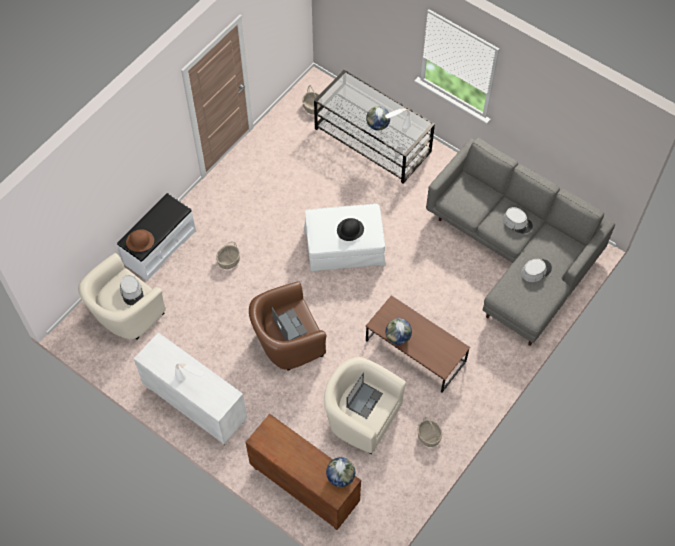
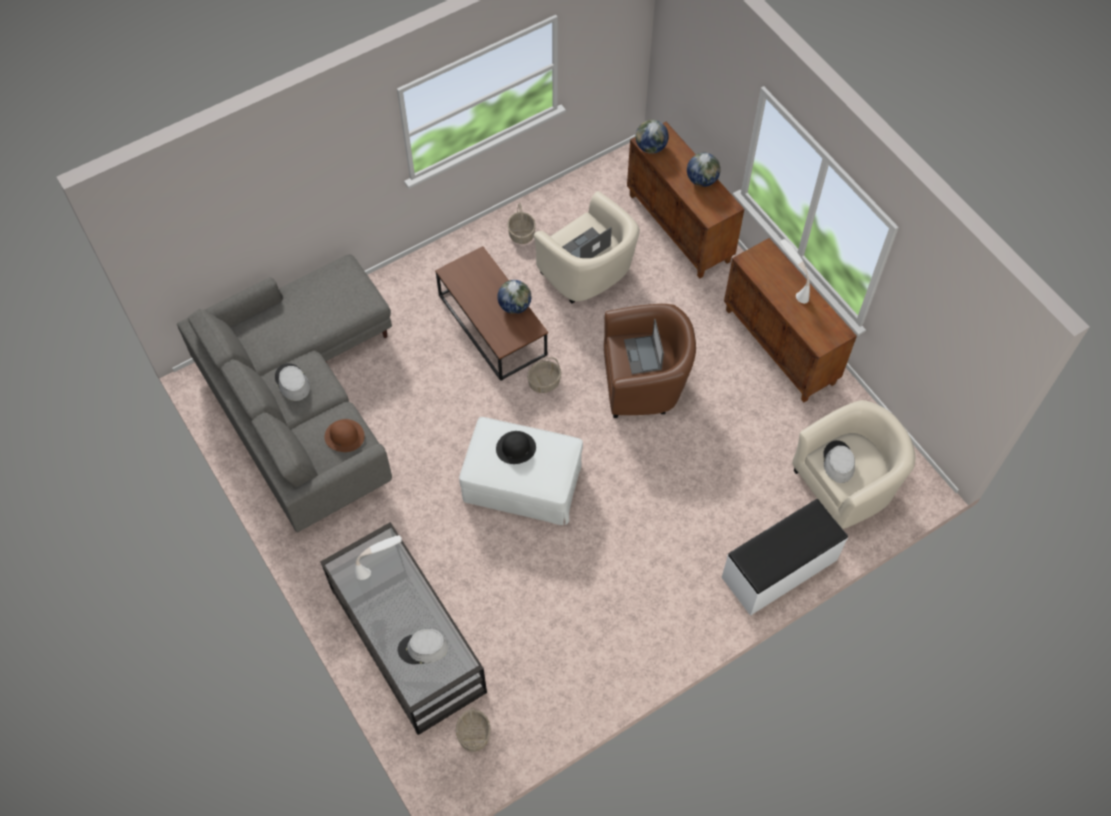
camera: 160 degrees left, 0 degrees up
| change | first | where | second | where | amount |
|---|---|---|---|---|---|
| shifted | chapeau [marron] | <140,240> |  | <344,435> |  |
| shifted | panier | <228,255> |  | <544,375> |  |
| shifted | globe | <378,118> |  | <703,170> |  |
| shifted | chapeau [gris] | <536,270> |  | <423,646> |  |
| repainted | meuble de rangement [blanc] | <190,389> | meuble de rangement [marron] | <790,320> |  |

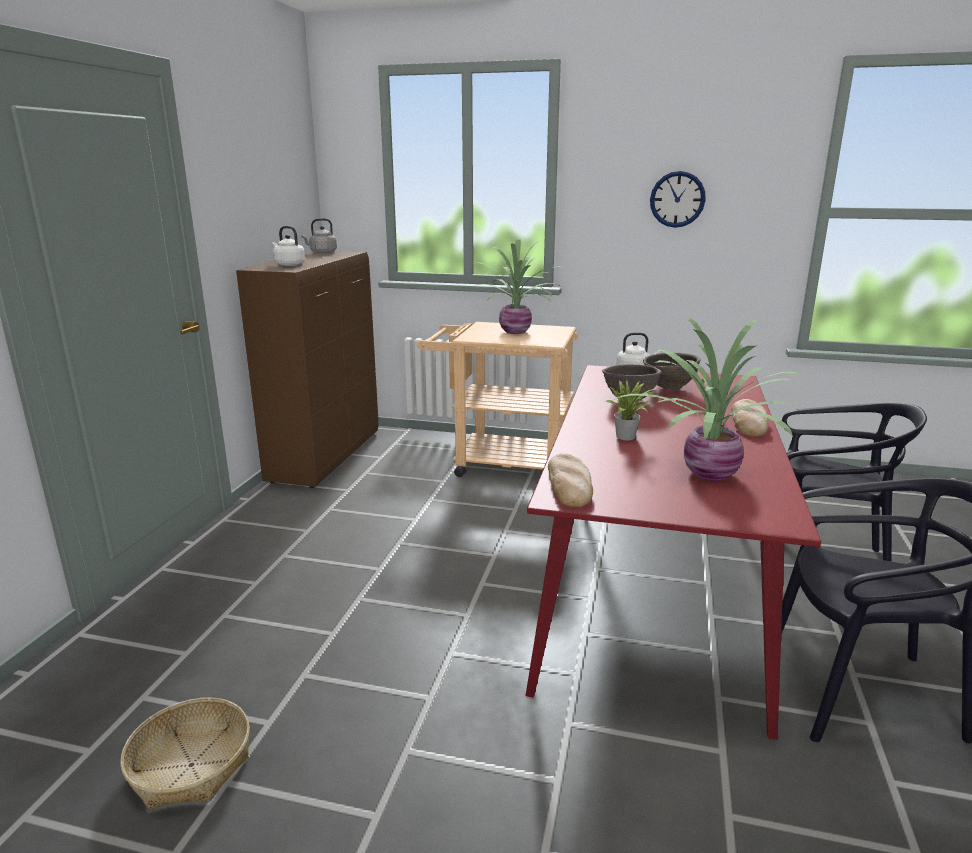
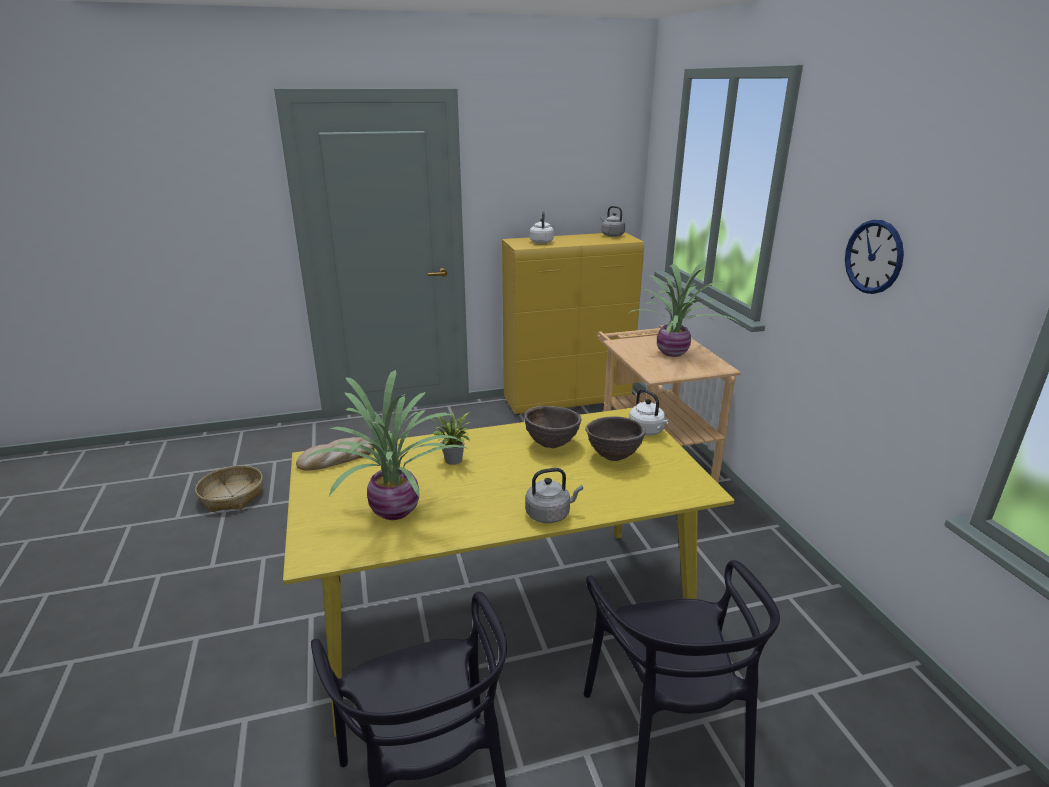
camera: 60 degrees right, 5 degrees up
| change | first | where | second | where | amount |
|---|---|---|---|---|---|
| swapped | pain | <750,418> | bouilloire [gris] | <554,495> |  |
| repainted | meuble de rangement [marron] | <307,369> | meuble de rangement [jaune] | <573,323> |  |
| repainted | table à manger [rouge] | <673,552> | table à manger [jaune] | <509,572> |  |

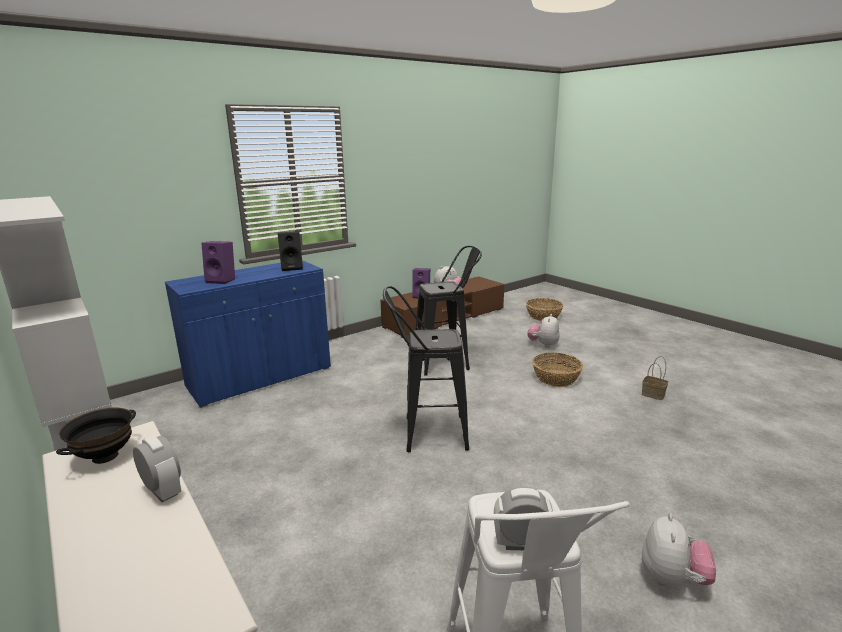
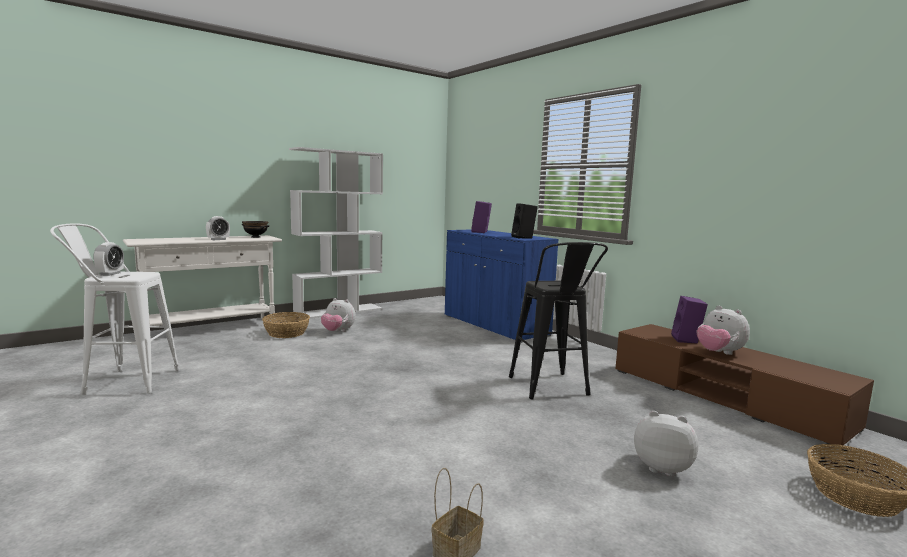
camera: 90 degrees right, 10 degrees down
| change | first | where | second | where | amount |
|---|---|---|---|---|---|
| gone | tabouret [noir] | <426,369> |  |  |  |
| shifted | panier | <557,370> |  | <286,325> |  |
| shifted | peluche | <679,550> |  | <338,315> |  |

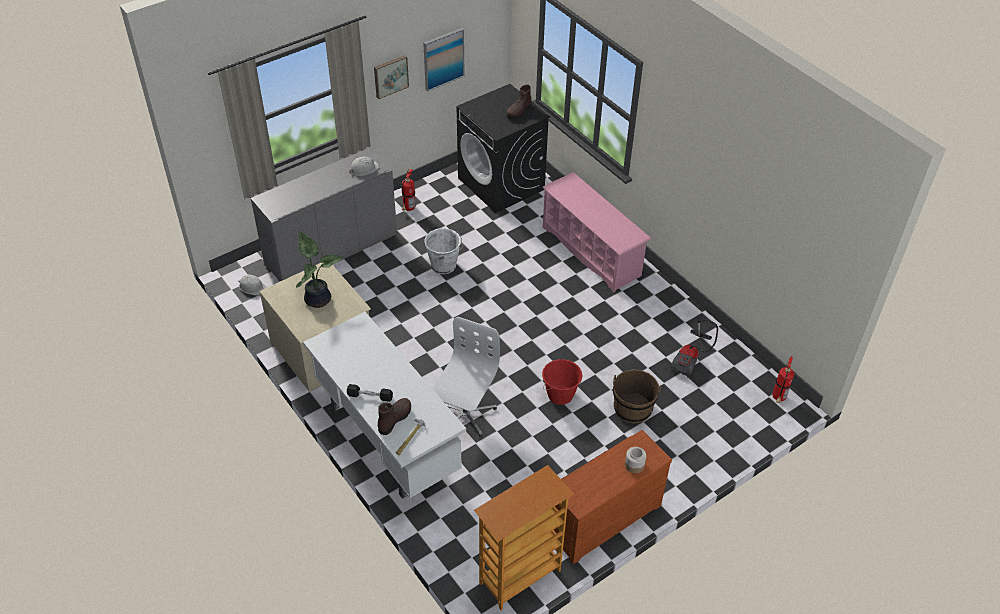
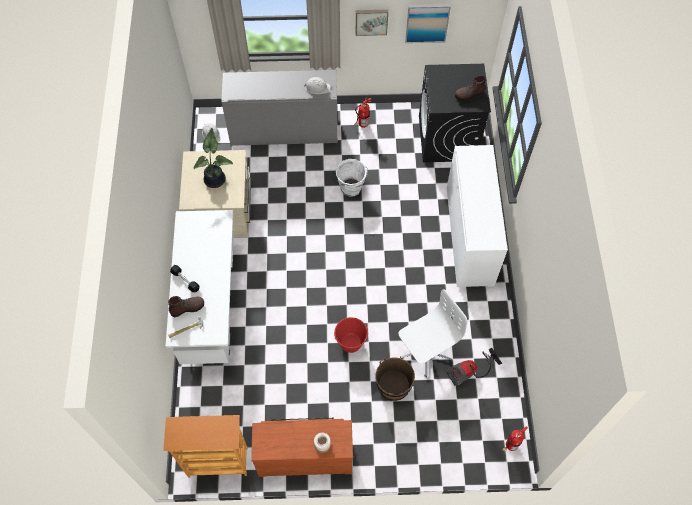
camera: 35 degrees right, 15 degrees up
| change | first | where | second | where | amount |
|---|---|---|---|---|---|
| shifted | chaise de bureau [blanc] | <466,377> |  | <433,333> |  |
| swapped | étagère à chaussures [rose] | <597,232> | meuble de rangement [blanc] | <477,216> |  |

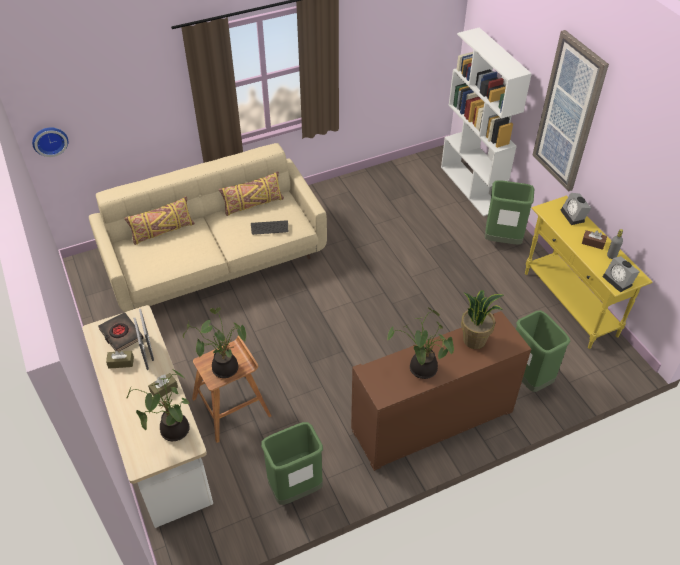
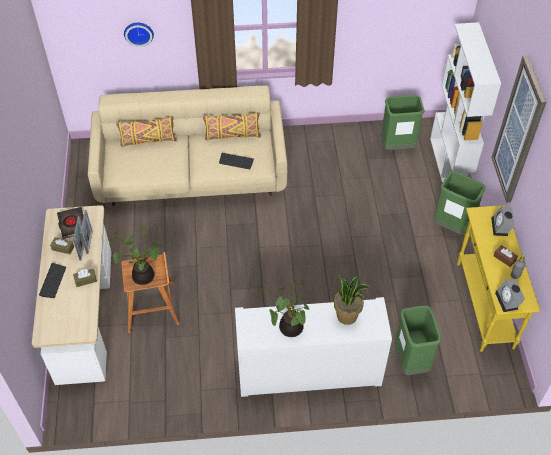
camera: 20 degrees right, 5 degrees up
| change | first | where | second | where | amount |
|---|---|---|---|---|---|
| gone | plante en pot | <158,405> |  |  |  |
| new |  |  | clavier | <52,280> |  |
| shifted | horloge murale | <50,142> |  | <139,35> |  |
| shifted | poubelle [vert] | <292,463> |  | <403,122> |  |
| repainted | meuble de rangement [marron] | <441,391> | meuble de rangement [blanc] | <313,347> |  |

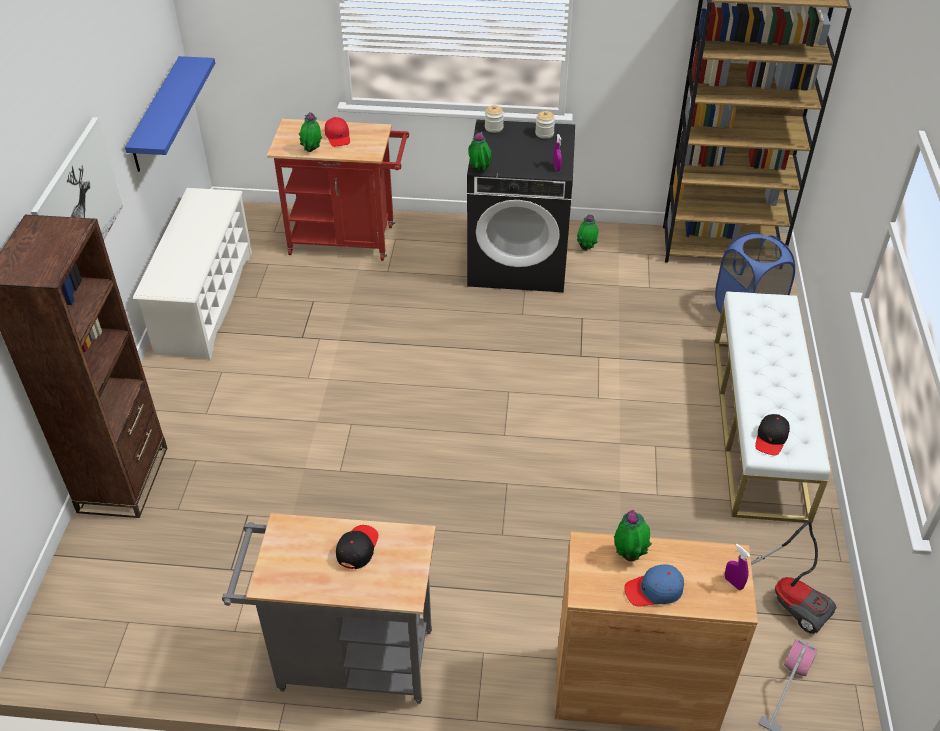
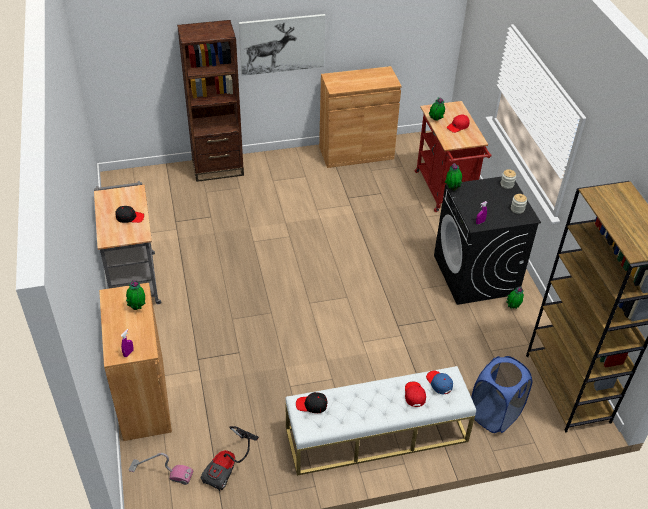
camera: 70 degrees right, 0 degrees up
| change | first | where | second | where | amount |
|---|---|---|---|---|---|
| gone | étagère [bleu] | <170,114> |  |  |  |
| new |  |  | casquette [rouge] | <415,394> |  |
| shifted | casquette [bleu] | <654,586> |  | <439,383> |  |
| swapped | étagère à chaussures [blanc] | <192,274> | meuble de rangement [marron] | <360,117> |  |

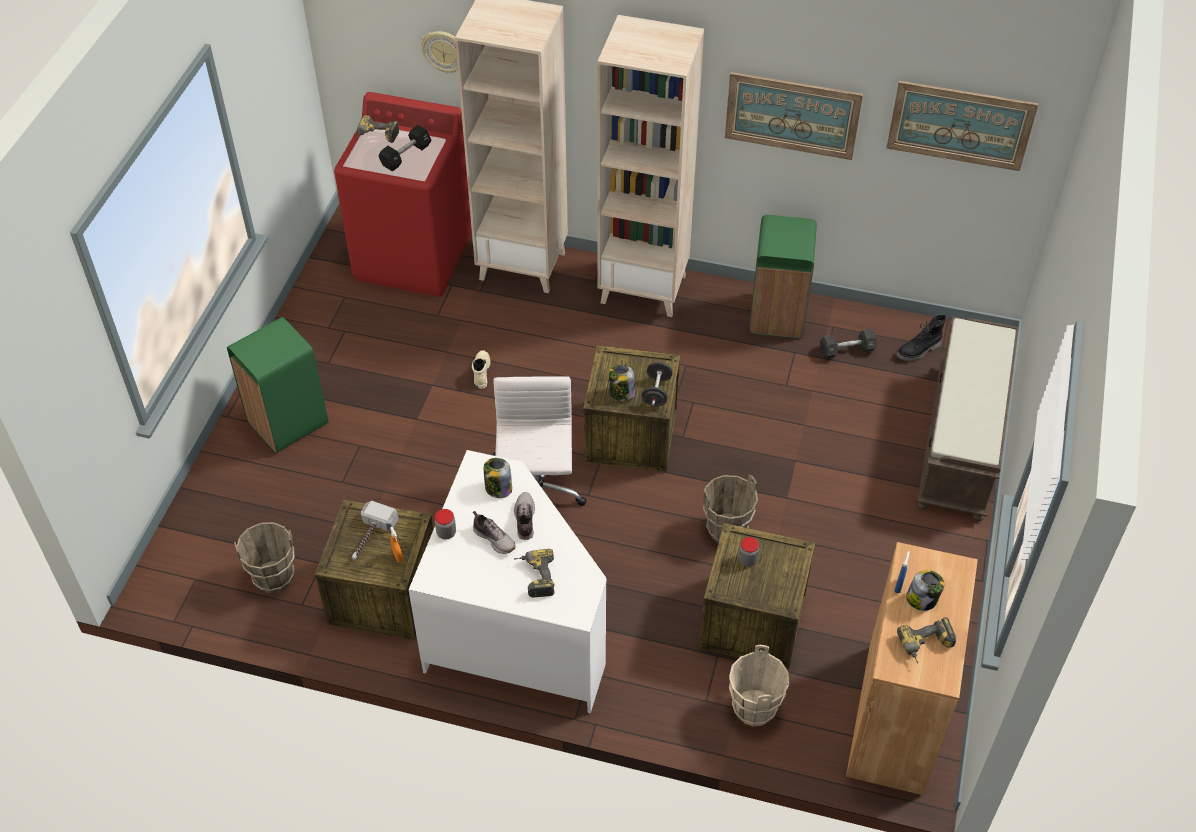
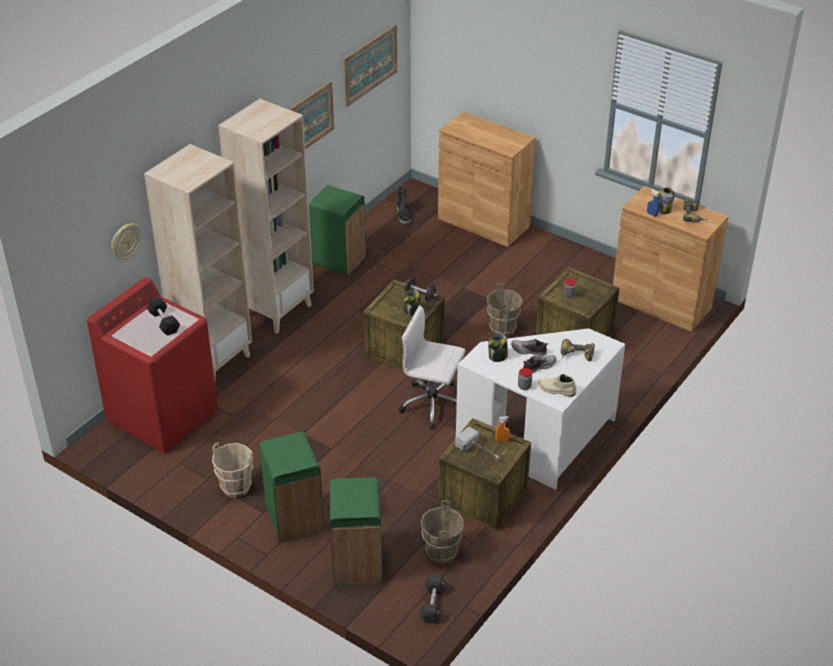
camera: 70 degrees left, 10 degrees down
| change | first | where | second | where | amount |
|---|---|---|---|---|---|
| gone | perceuse | <378,129> |  |  |  |
| new |  |  | poubelle [vert] | <356,531> |  |
| shifted | botte [beige] | <481,369> |  | <557,385> |  |
| shifted | seau [beige] | <759,686> |  | <233,470> |  |
| shifted | haltère [noir] | <848,344> |  | <432,599> |  |
| swapped | banc [marron] | <968,419> | meuble de rangement [marron] | <487,179> |  |

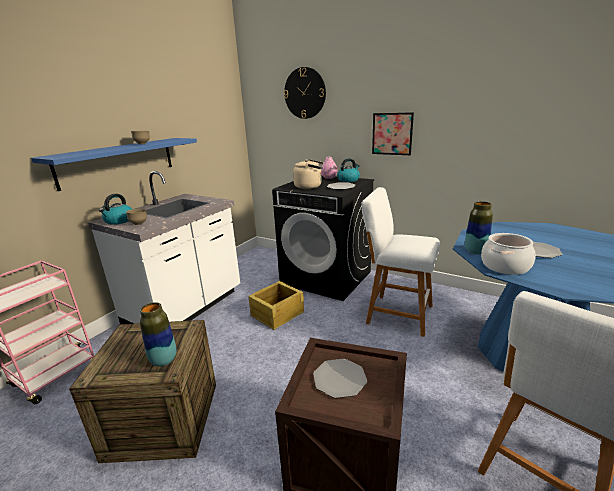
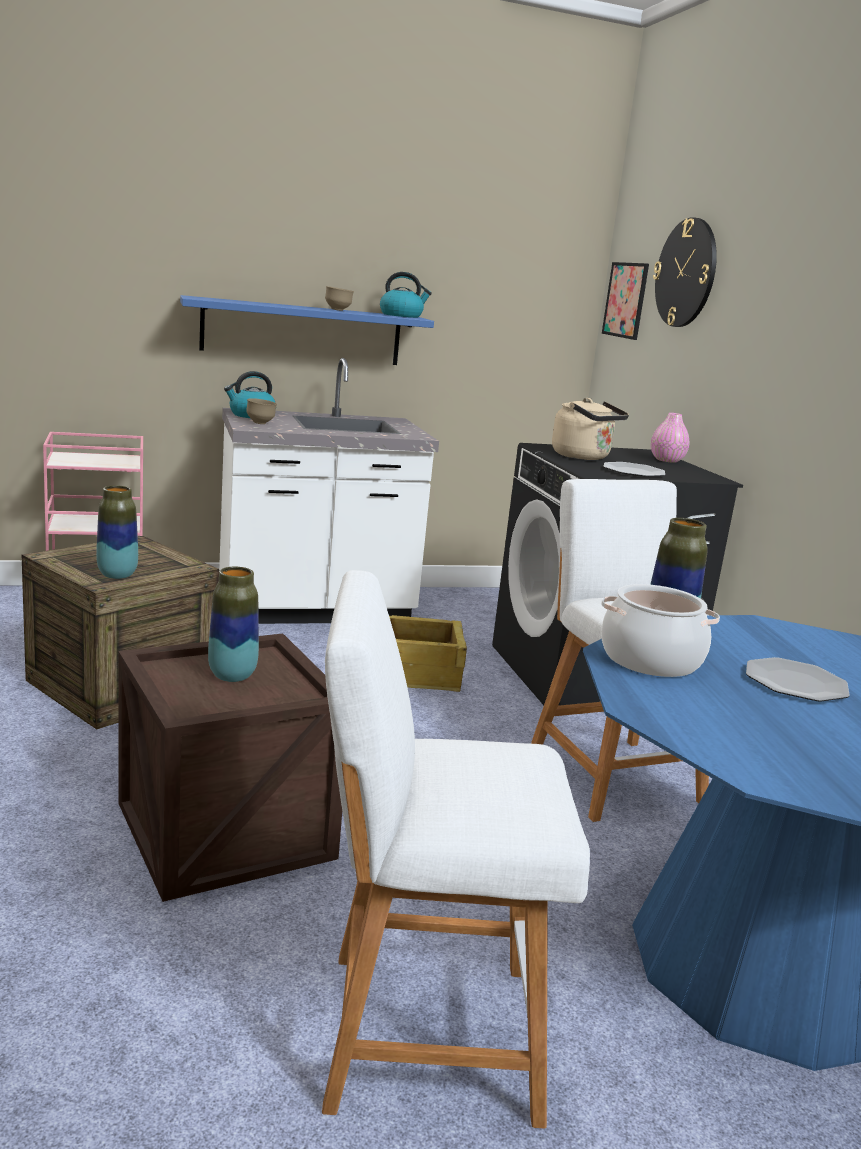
camera: 40 degrees right, 5 degrees down
| change | first | where | second | where | amount |
|---|---|---|---|---|---|
| shifted | bouilloire | <348,170> |  | <406,295> |  |
| shifted | tableau | <393,133> |  | <625,301> |  |
| swapped | assiette | <340,378> | vase | <233,624> |  |

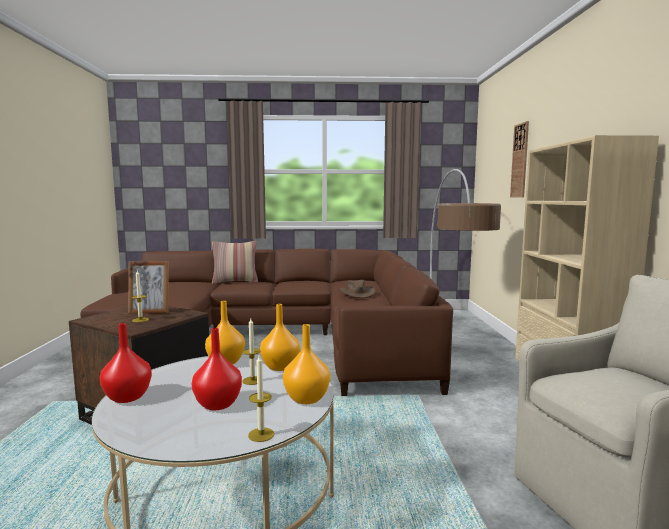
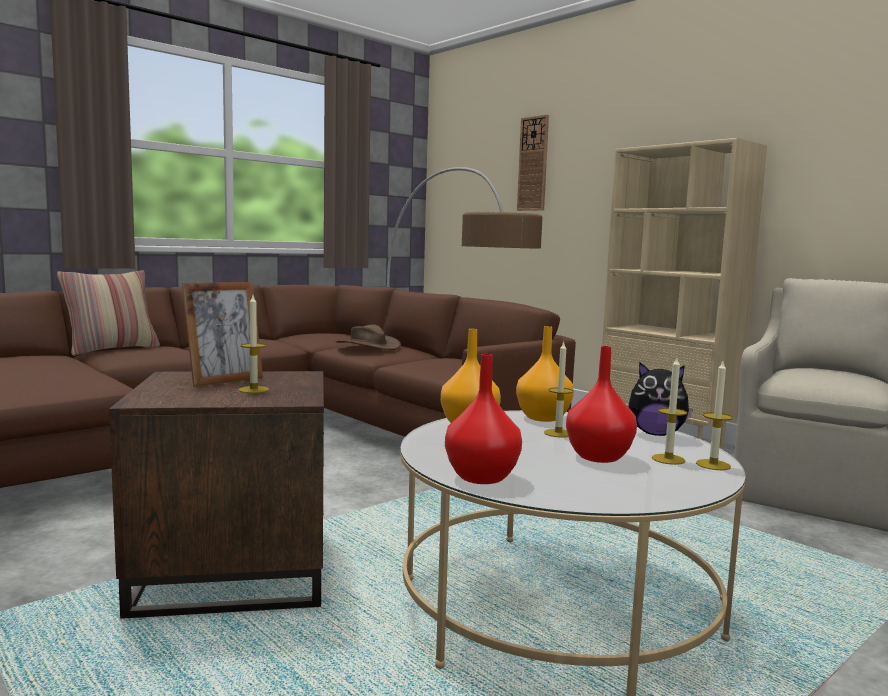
camera: 40 degrees left, 0 degrees up
| change | first | where | second | where | amount |
|---|---|---|---|---|---|
| new |  |  | bougie | <669,411> |  |
| swapped | vase [orange] | <306,364> | peluche | <661,399> |  |

